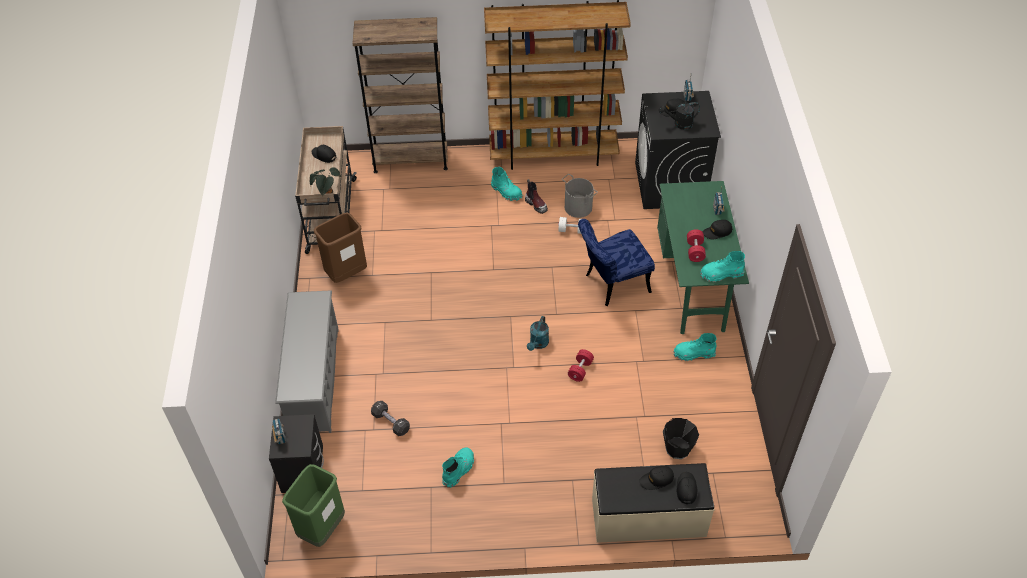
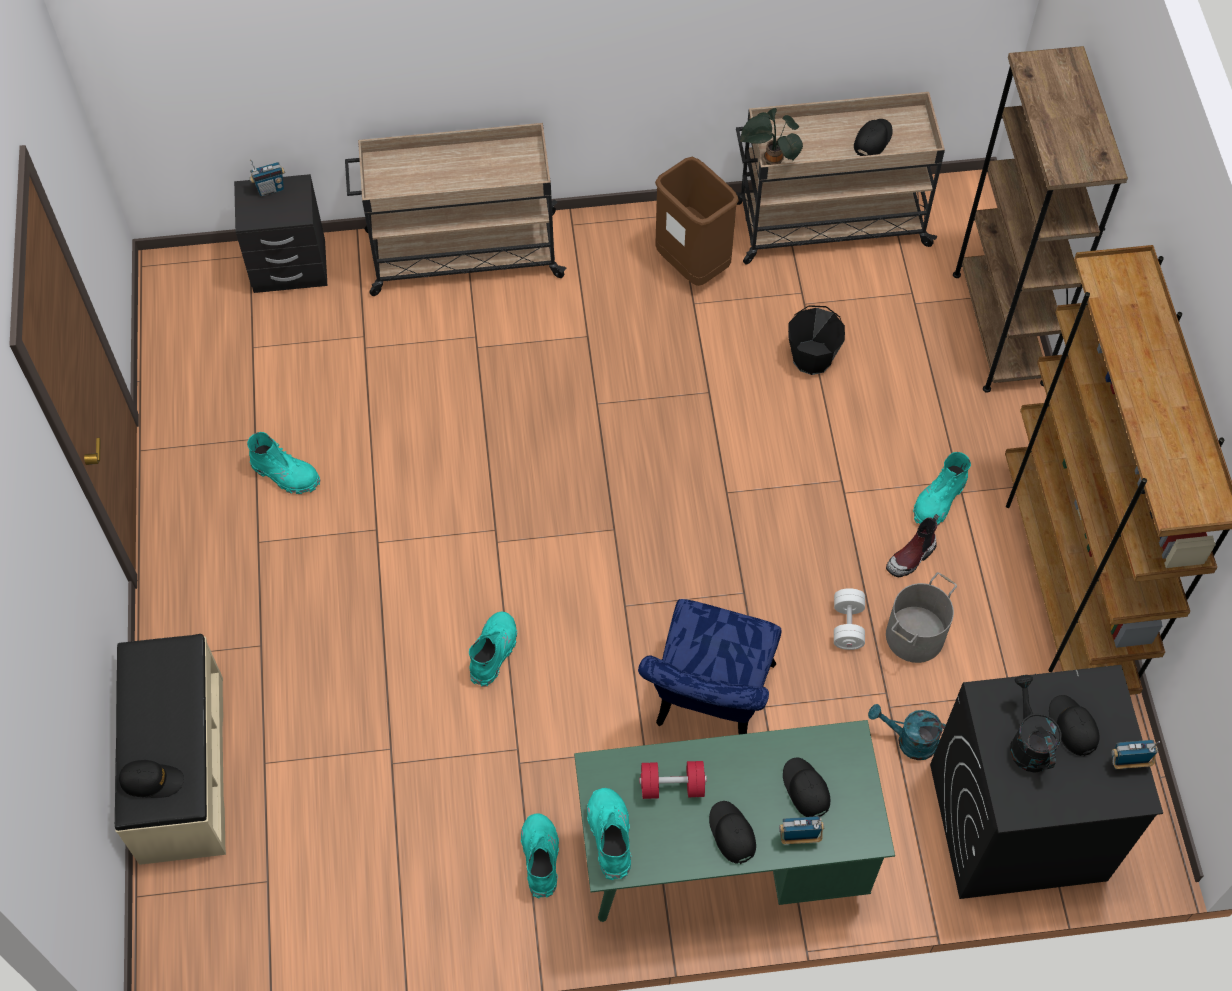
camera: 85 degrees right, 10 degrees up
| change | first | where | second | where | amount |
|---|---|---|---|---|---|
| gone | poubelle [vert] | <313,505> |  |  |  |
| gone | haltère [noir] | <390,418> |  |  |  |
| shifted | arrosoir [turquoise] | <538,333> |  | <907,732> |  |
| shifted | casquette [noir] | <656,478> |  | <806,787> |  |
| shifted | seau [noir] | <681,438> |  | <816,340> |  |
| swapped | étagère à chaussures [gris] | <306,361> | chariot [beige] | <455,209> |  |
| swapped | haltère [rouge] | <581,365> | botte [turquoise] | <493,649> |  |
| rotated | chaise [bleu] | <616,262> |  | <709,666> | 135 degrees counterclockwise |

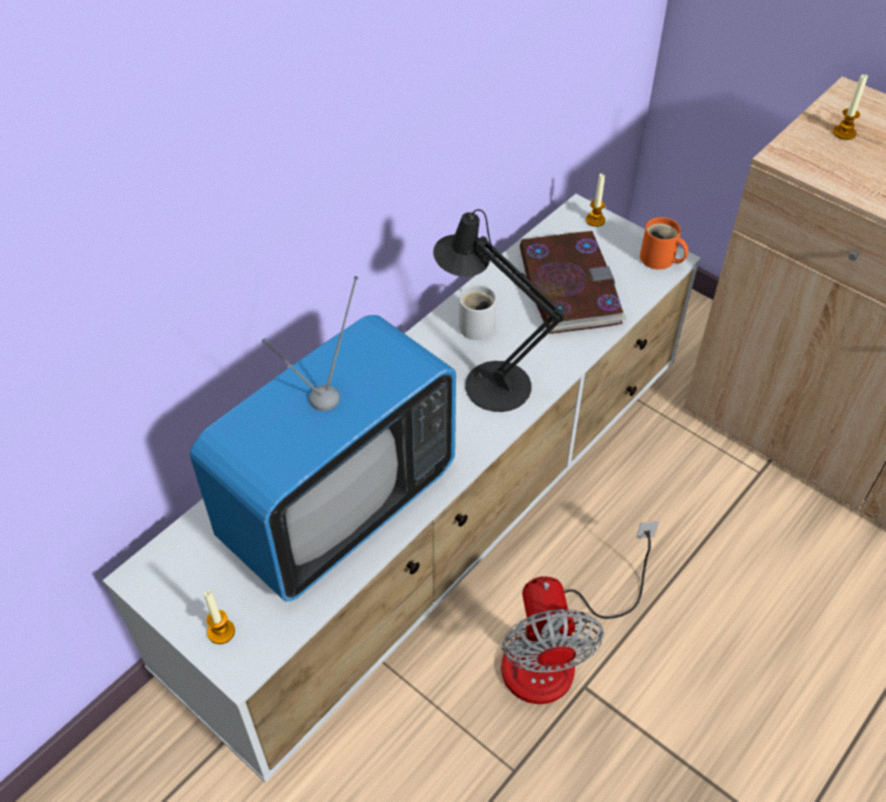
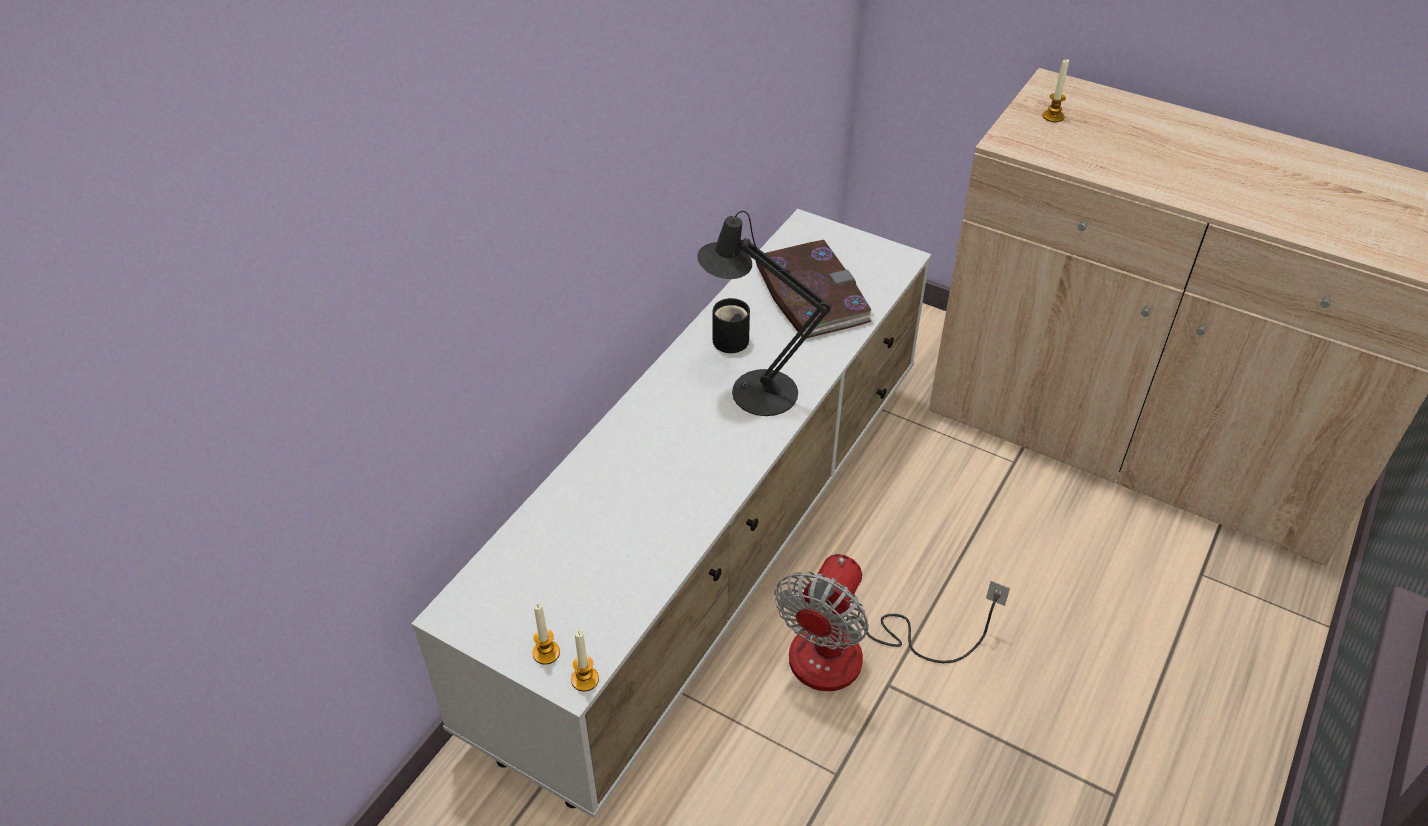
camera: 10 degrees left, 5 degrees down
| change | first | where | second | where | amount |
|---|---|---|---|---|---|
| gone | téléviseur | <323,438> |  |  |  |
| gone | mug [orange] | <664,243> |  |  |  |
| shifted | bougie | <595,200> |  | <585,661> |  |
| repainted | mug [blanc] | <478,312> | mug [noir] | <731,325> |  |
| rotated | ventilateur | <580,612> |  | <892,622> | 45 degrees clockwise |

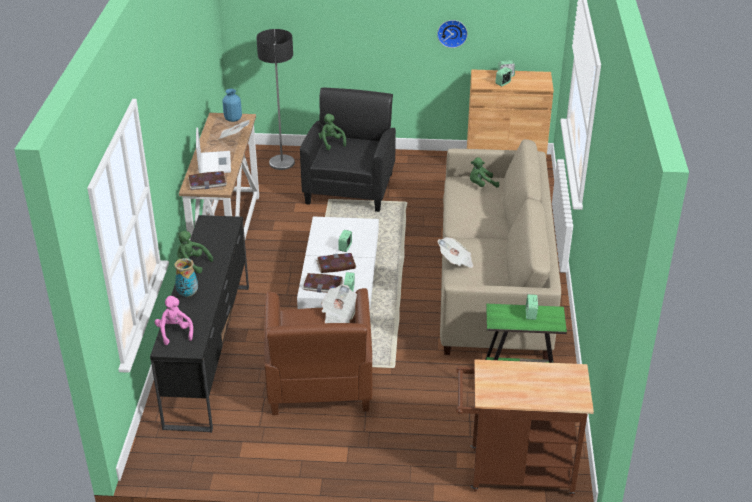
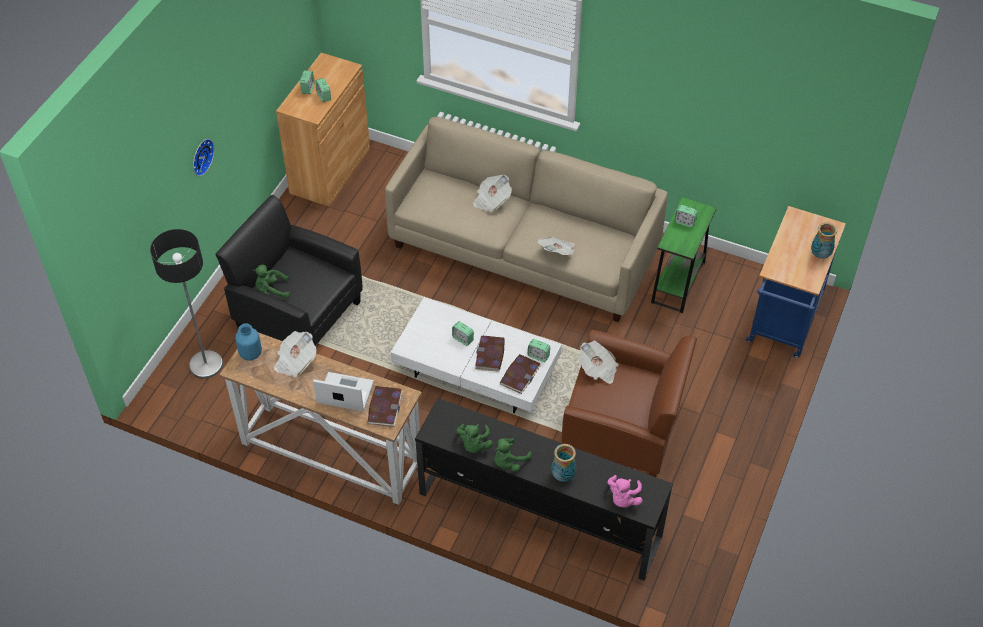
camera: 70 degrees left, 15 degrees up
| change | first | where | second | where | amount |
|---|---|---|---|---|---|
| new |  |  | journal | <492,194> |  |
| new |  |  | vase | <824,240> |  |
| shifted | horloge murale | <452,34> |  | <204,157> |  |
| shifted | peluche [vert] | <484,172> |  | <474,438> |  |
| repainted | chariot [marron] | <525,427> | chariot [bleu] | <796,282> |  |
| rotated | peluche [rose] | <174,320> |  | <625,491> | 75 degrees counterclockwise |

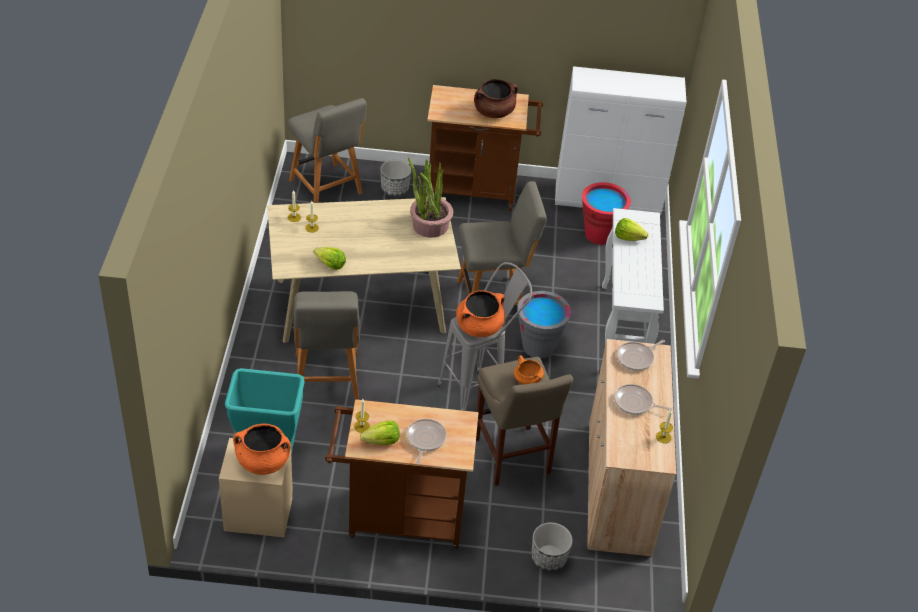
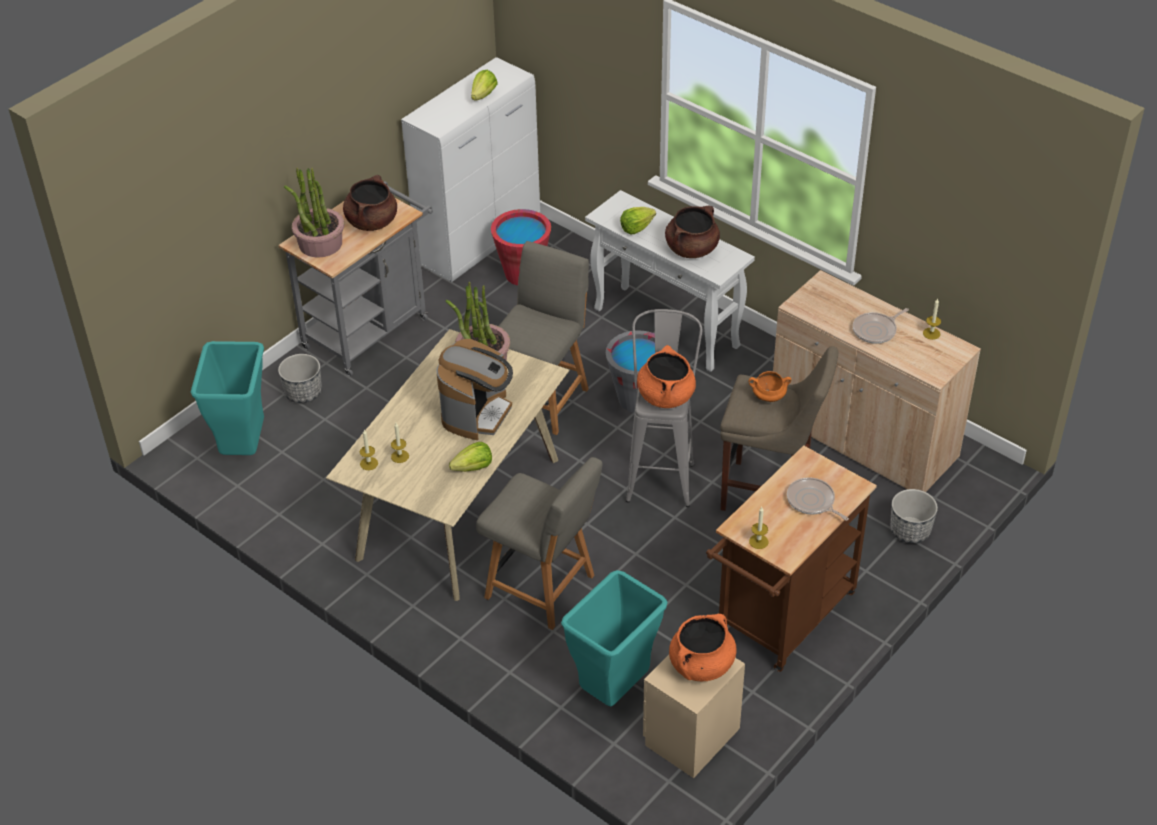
camera: 50 degrees left, 0 degrees up
| change | first | where | second | where | amount |
|---|---|---|---|---|---|
| gone | poêle | <641,355> |  |  |  |
| new |  |  | plante en pot | <314,213> |  |
| new |  |  | machine à café | <474,389> |  |
| new |  |  | marmite [marron] | <692,232> |  |
| shifted | laitue | <380,433> |  | <484,85> |  |
| swapped | chaise [gris] | <327,150> | poubelle [turquoise] | <227,398> |  |
| repainted | chariot [marron] | <485,148> | chariot [gris] | <356,279> |  |

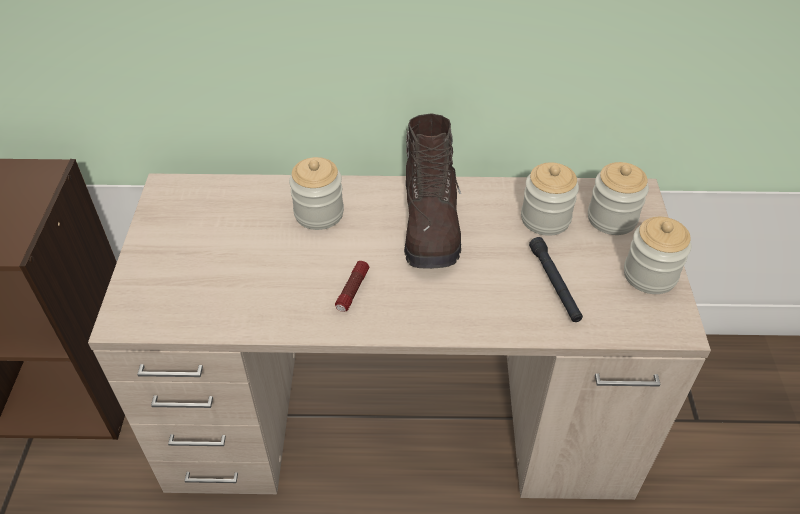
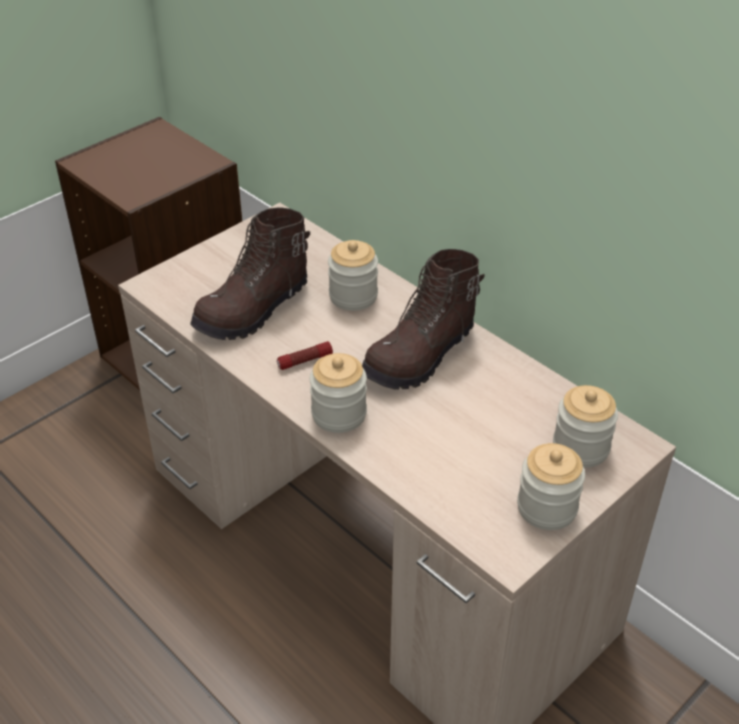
camera: 45 degrees right, 5 degrees down
| change | first | where | second | where | amount |
|---|---|---|---|---|---|
| gone | lampe de poche [noir] | <556,279> |  |  |  |
| new |  |  | botte [marron] | <250,274> |  |
| shifted | bocal | <550,199> |  | <338,393> |  |

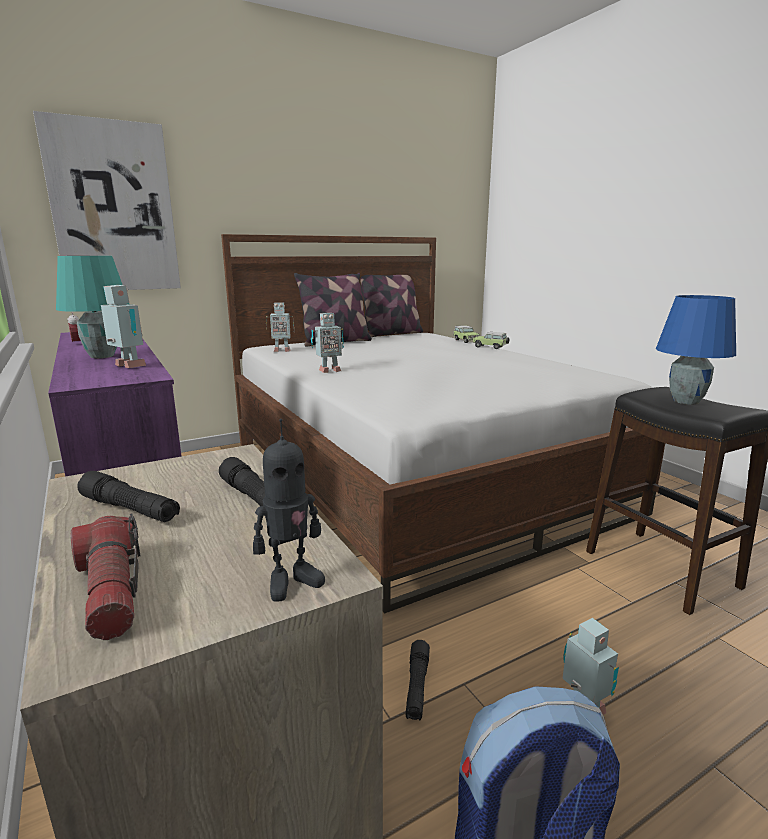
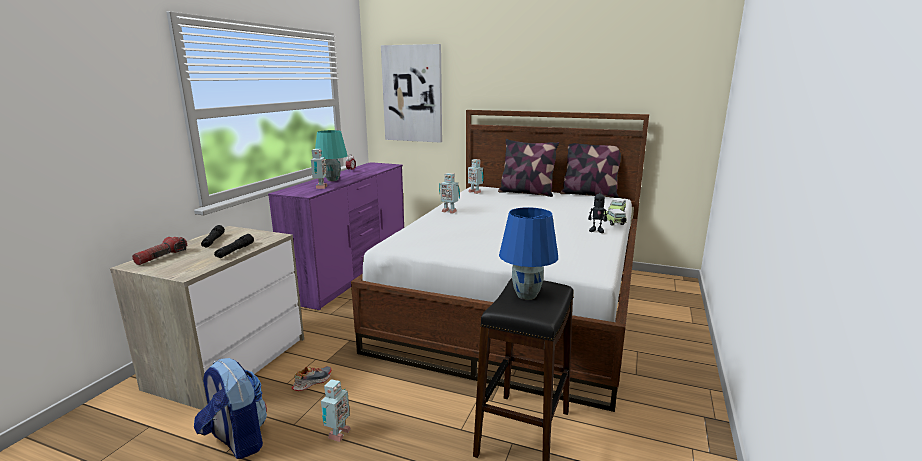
camera: 50 degrees right, 0 degrees up
| change | first | where | second | where | amount |
|---|---|---|---|---|---|
| shifted | robot jouet | <289,510> |  | <597,210> |  |
| swapped | lampe de poche [noir] | <418,680> | chaussure | <312,378> |  |

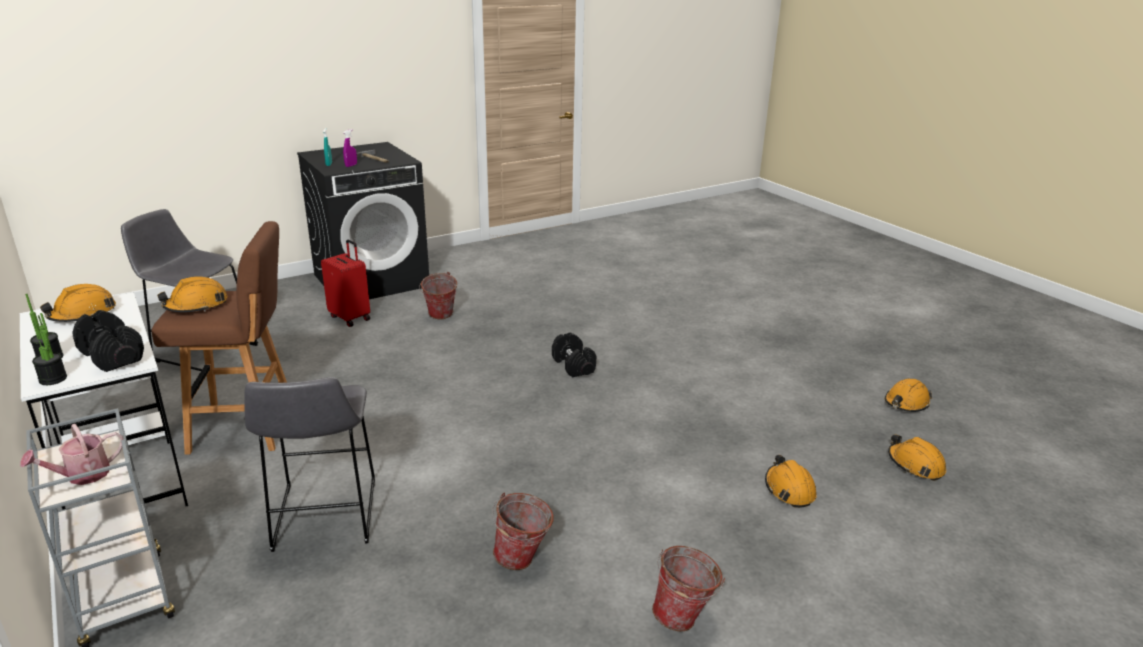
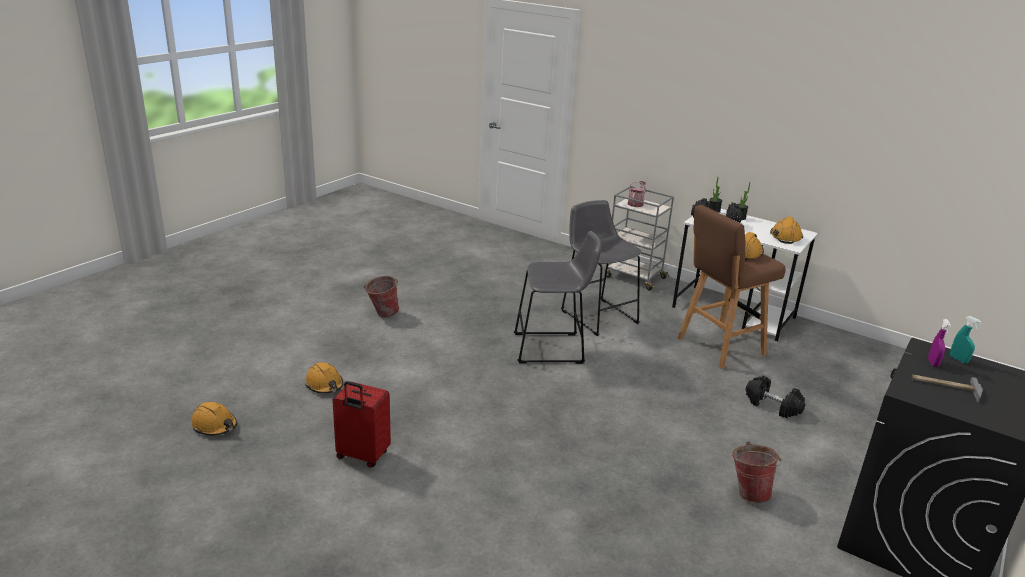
camera: 155 degrees right, 0 degrees up
| change | first | where | second | where | amount |
|---|---|---|---|---|---|
| gone | seau | <523,531> |  |  |  |
| gone | casque de chantier [orange] | <908,395> |  |  |  |
| shifted | tabouret [gris] | <190,290> |  | <558,297> |  |
| shifted | valise [rouge] | <345,283> |  | <361,424> |  |
| shifted | haltère [noir] | <574,355> |  | <776,396> |  |

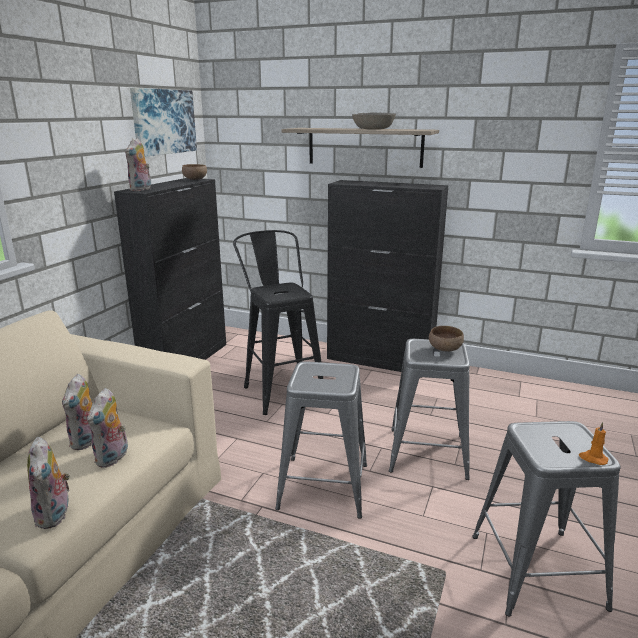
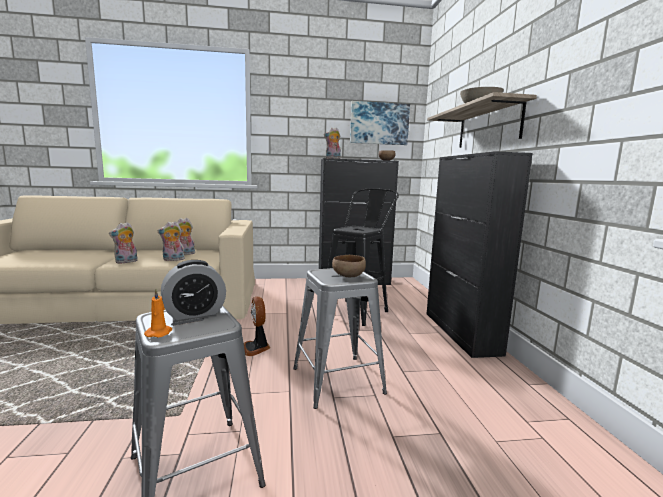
camera: 60 degrees right, 10 degrees down
| change | first | where | second | where | amount |
|---|---|---|---|---|---|
| new |  |  | réveil | <193,290> |  |
| swapped | tabouret [gris] | <321,440> | ventilateur | <257,326> |  |

